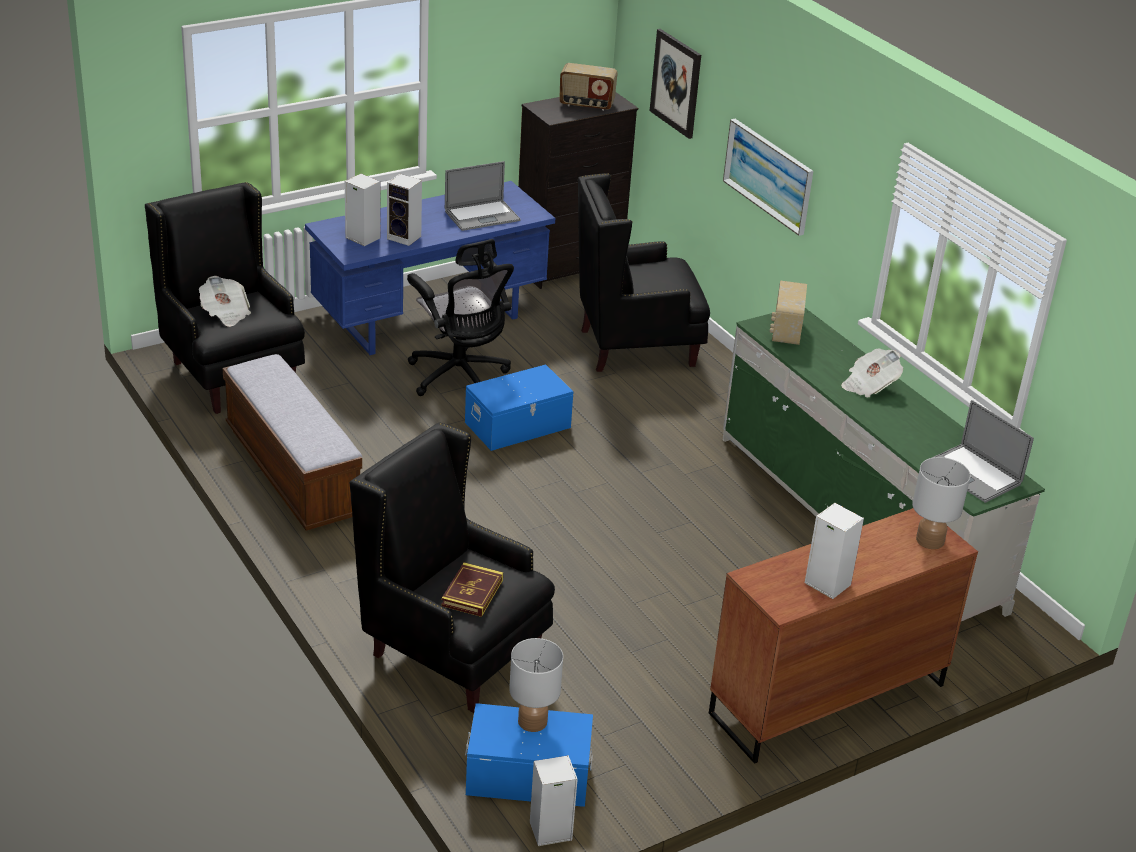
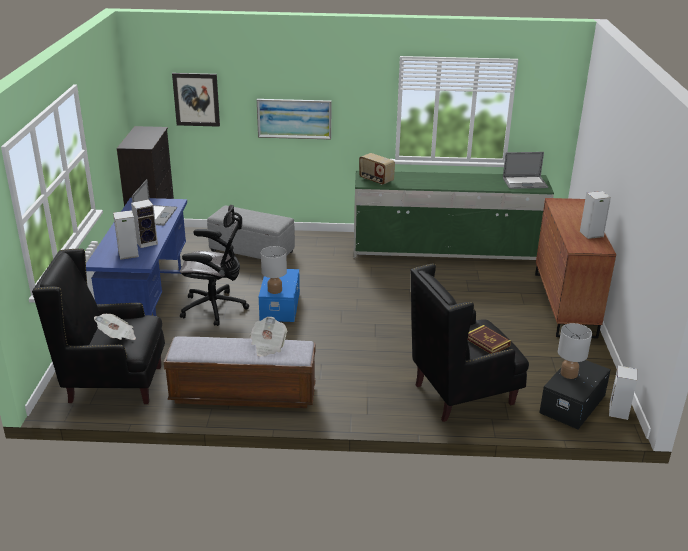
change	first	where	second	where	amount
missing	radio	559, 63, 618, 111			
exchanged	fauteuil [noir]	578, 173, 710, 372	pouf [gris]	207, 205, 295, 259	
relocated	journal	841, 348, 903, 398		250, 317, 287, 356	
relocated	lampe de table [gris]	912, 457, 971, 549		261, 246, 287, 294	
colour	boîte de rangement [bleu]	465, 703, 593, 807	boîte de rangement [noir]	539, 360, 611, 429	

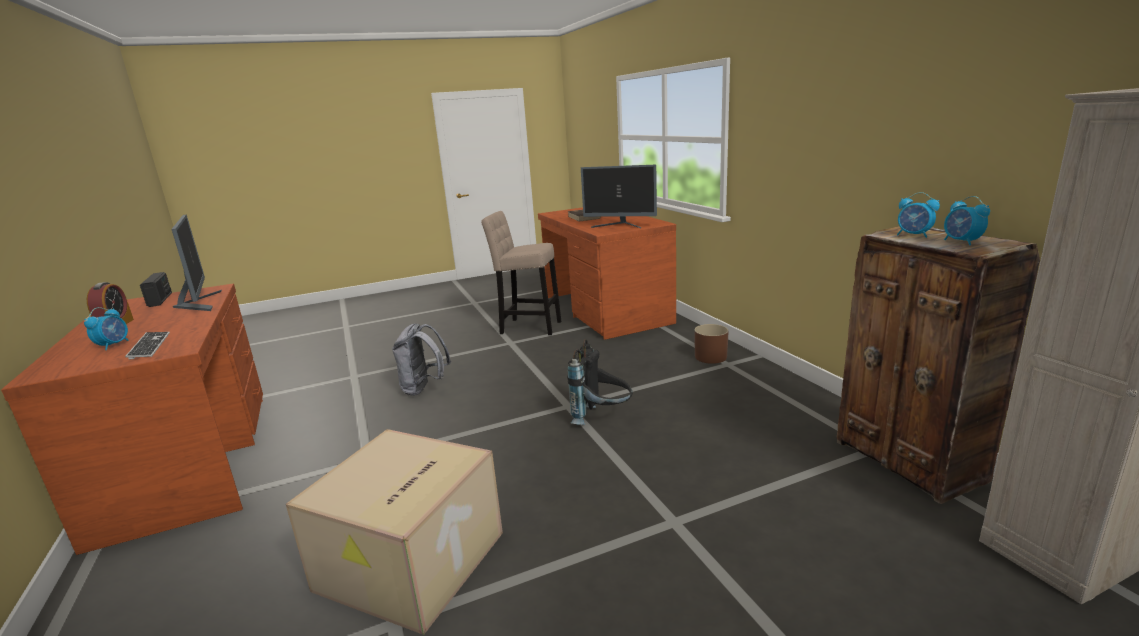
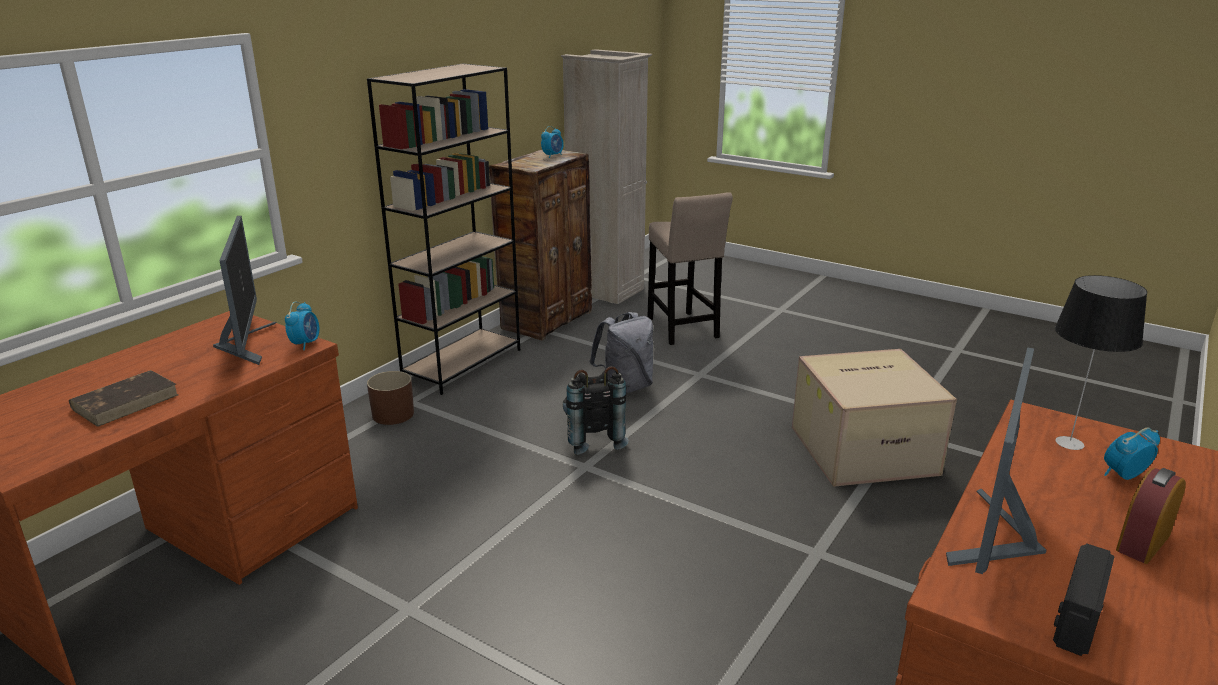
change	first	where	second	where	amount
relocated	réveil	897, 192, 940, 238		285, 302, 319, 350	
relocated	tabouret [beige]	481, 211, 561, 335		647, 192, 733, 345	
relocated	sac à dos [gris]	392, 323, 451, 396		589, 312, 653, 393	
exchanged	clavier	125, 332, 170, 359	lampe de table	1055, 275, 1147, 450	
appeared			bibliothèque [beige]	367, 64, 520, 395	

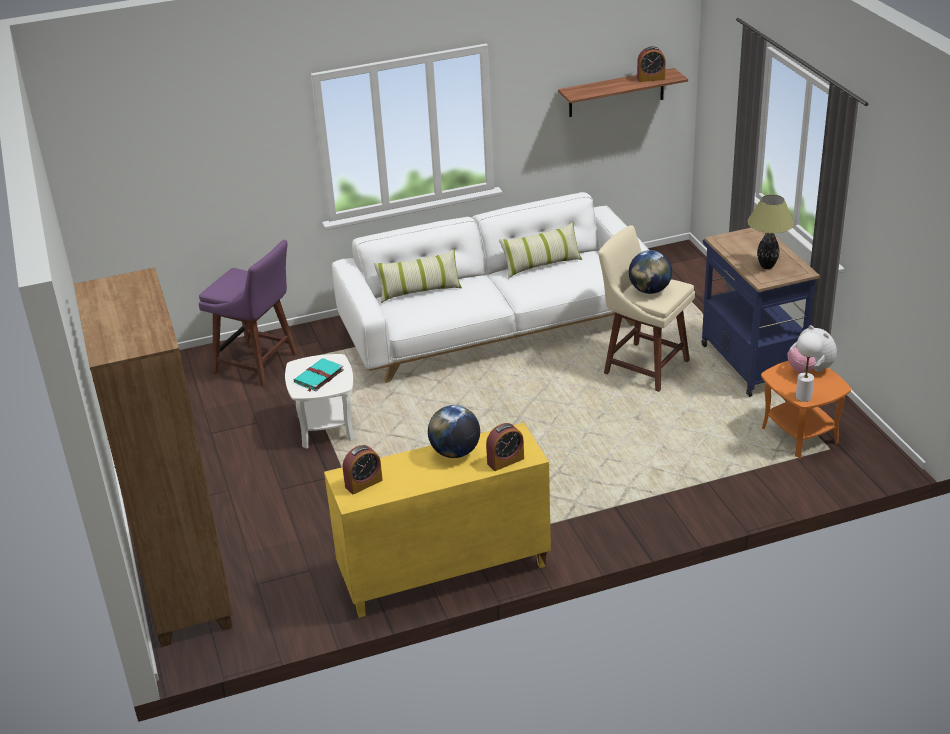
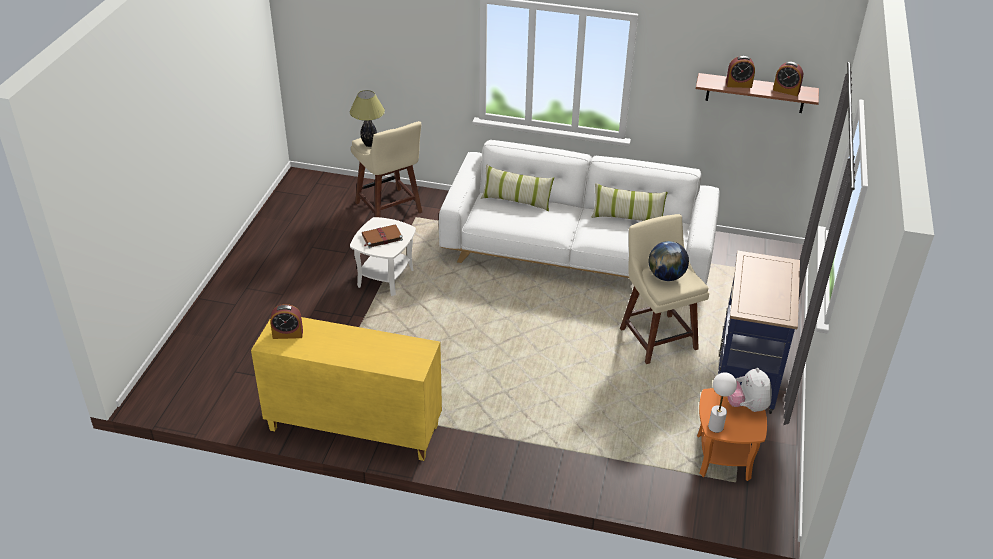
change	first	where	second	where	amount
relocated	lampe de table	747, 194, 795, 269		350, 90, 385, 147	
colour	tabouret [violet]	199, 240, 298, 387	tabouret [beige]	351, 121, 422, 217	
missing	bibliothèque [marron]	74, 268, 233, 647			
colour	livre [turquoise]	293, 358, 344, 392	livre [marron]	362, 224, 403, 248	
missing	globe	428, 405, 480, 458			
relocated	réveil	486, 423, 524, 471		726, 56, 755, 88	

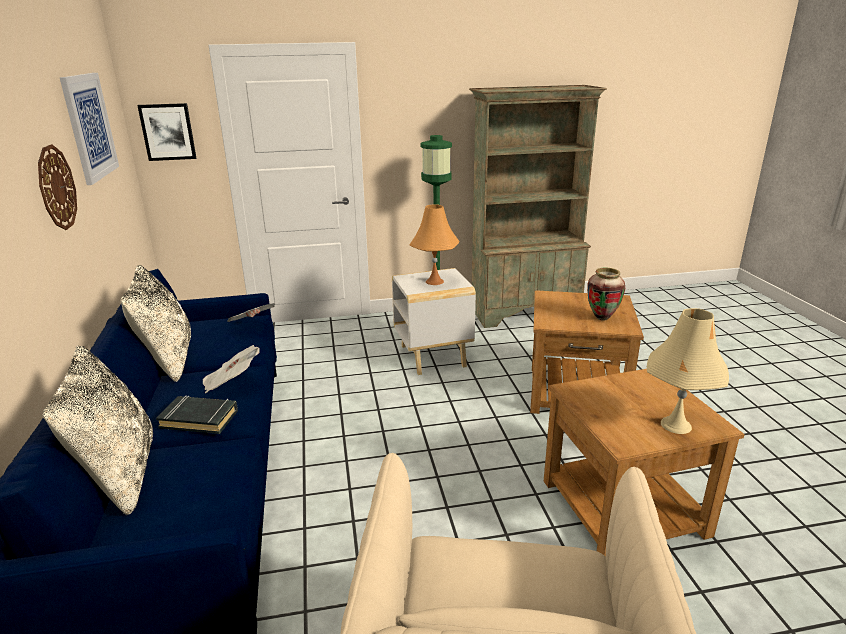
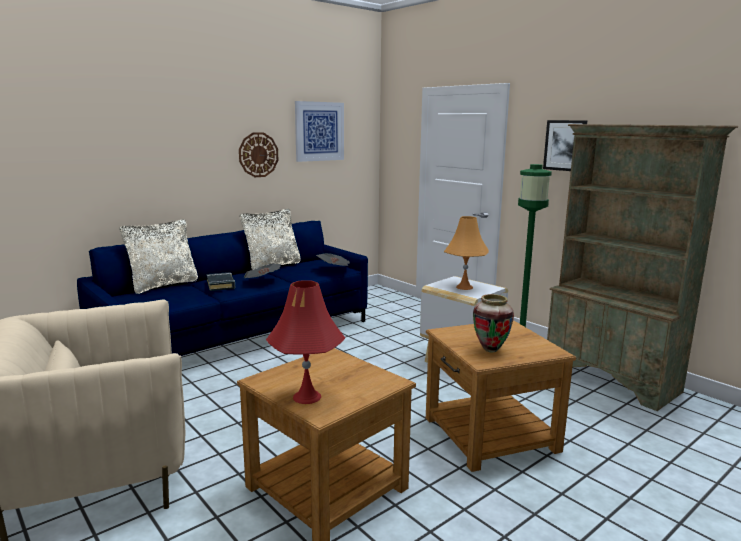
change	first	where	second	where	amount
relocated	tableau	137, 103, 196, 161		543, 120, 587, 171	
colour	lampe de table [beige]	647, 308, 729, 434	lampe de table [rouge]	266, 280, 345, 404	

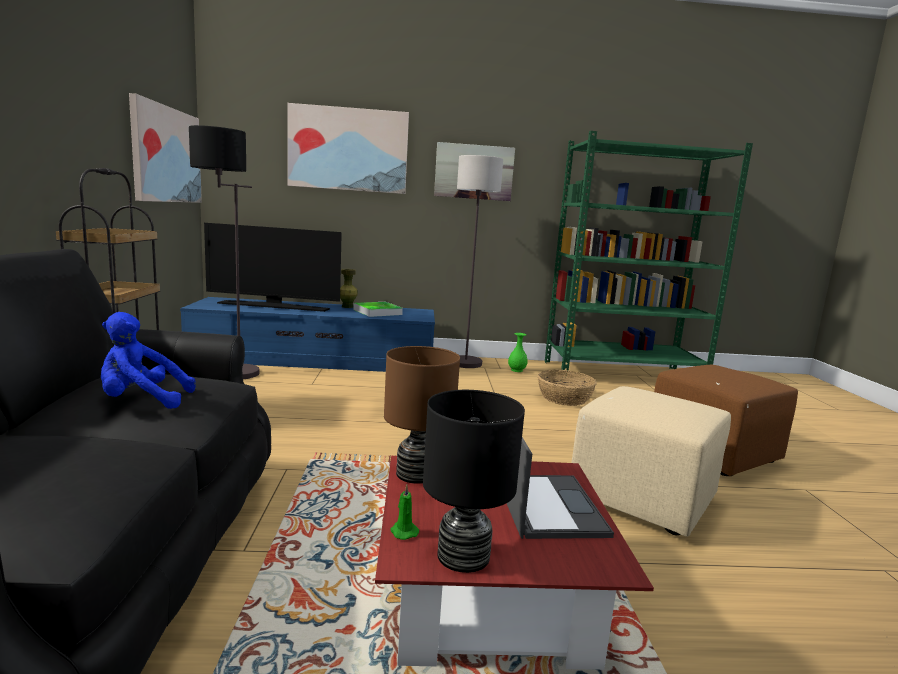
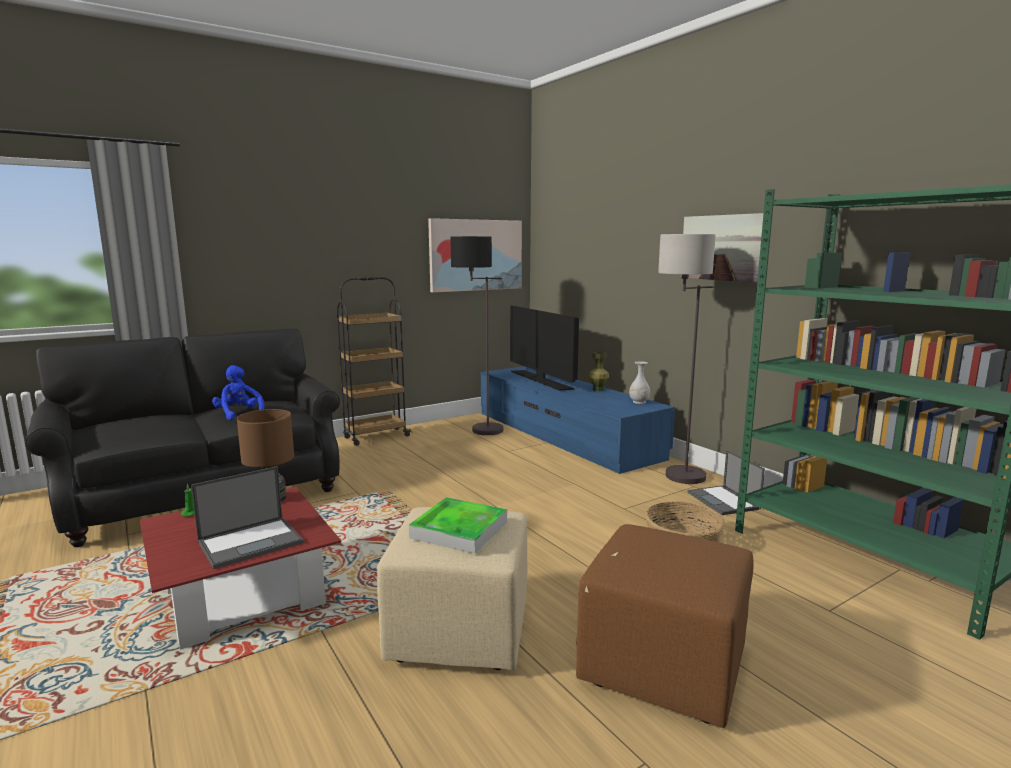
change	first	where	second	where	amount
missing	tableau	287, 103, 409, 194			
relocated	plateau	353, 302, 403, 317		409, 497, 507, 553	
exchanged	vase [vert]	508, 333, 528, 372	ordinateur portable	687, 450, 765, 515	
missing	lampe de table [noir]	423, 390, 525, 573			
appeared			vase [blanc]	629, 361, 650, 404	

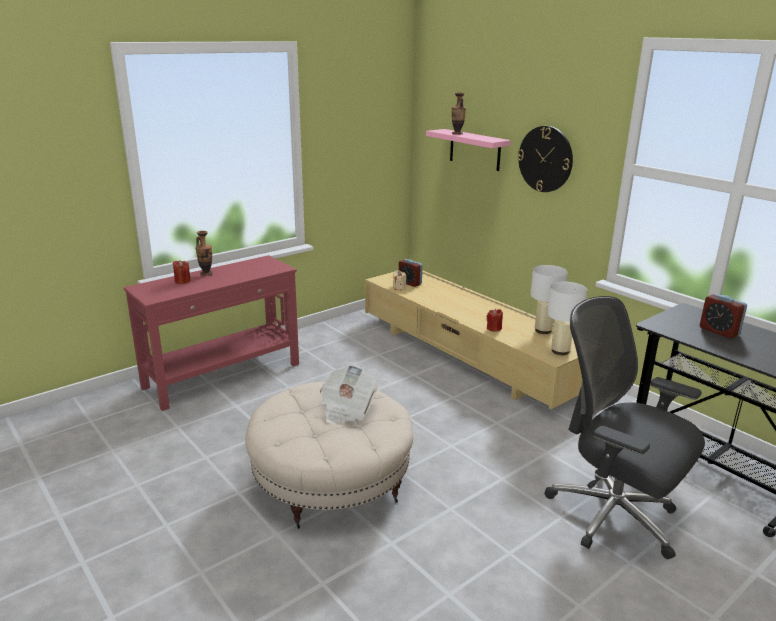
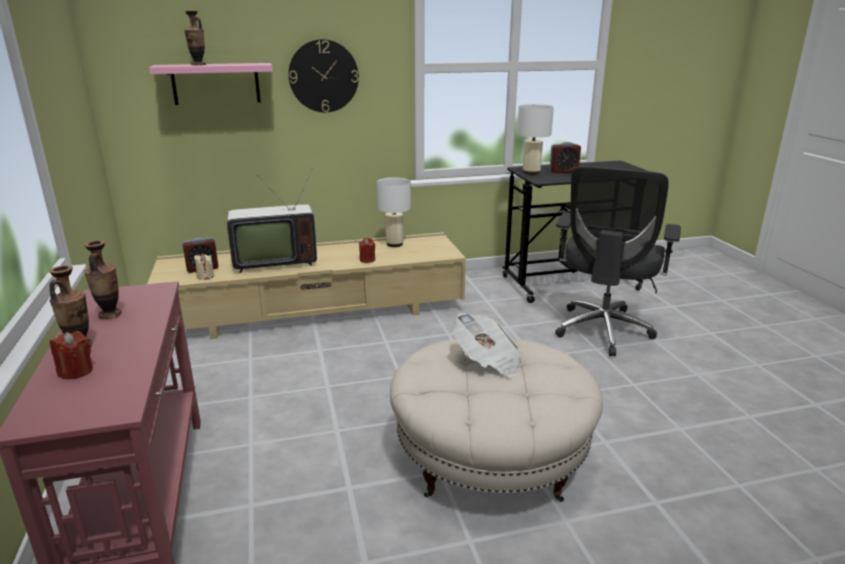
change	first	where	second	where	amount
relocated	lampe de table [blanc]	547, 281, 587, 355		517, 104, 554, 175	
spun	chaise de bureau	544, 296, 705, 559		555, 166, 681, 356	45 degrees counterclockwise
appeared			téléviseur	227, 168, 317, 273	
appeared			vase	84, 240, 122, 319	

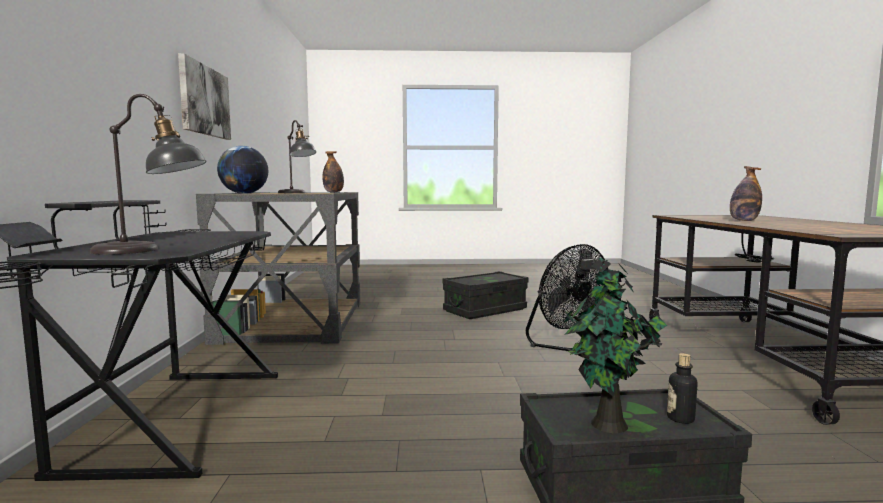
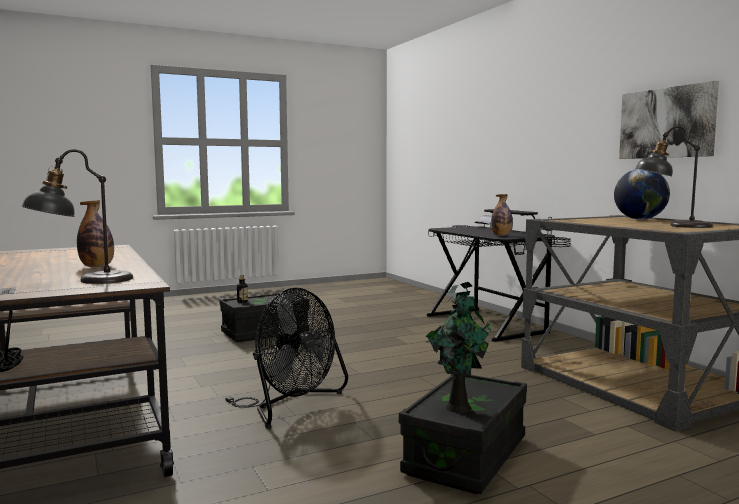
change	first	where	second	where	amount
relocated	lampe de table [gris]	90, 94, 206, 255		21, 149, 133, 284	
relocated	bouteille	322, 151, 344, 192		491, 194, 513, 236	
relocated	plante en pot	564, 258, 667, 433		425, 282, 493, 413	

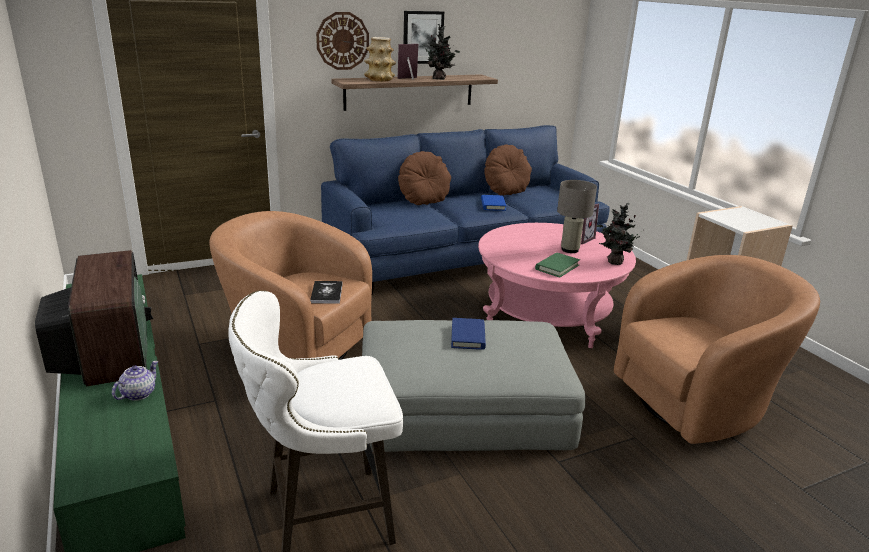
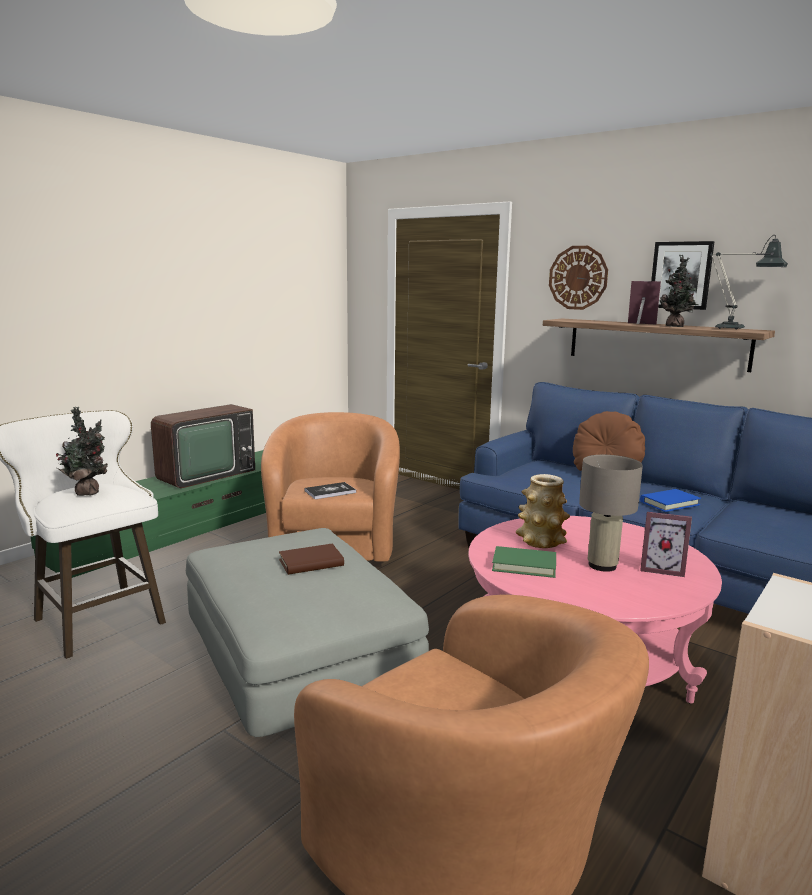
change	first	where	second	where	amount
relocated	vase	364, 37, 396, 82		516, 474, 570, 548	
missing	coussin [marron]	484, 144, 532, 195			
relocated	plante en pot	597, 203, 642, 265		56, 406, 108, 496	
colour	livre [bleu]	451, 318, 486, 350	livre [marron]	279, 544, 344, 575	
missing	théière	112, 361, 158, 401			
appeared			lampe de table	710, 235, 788, 330	

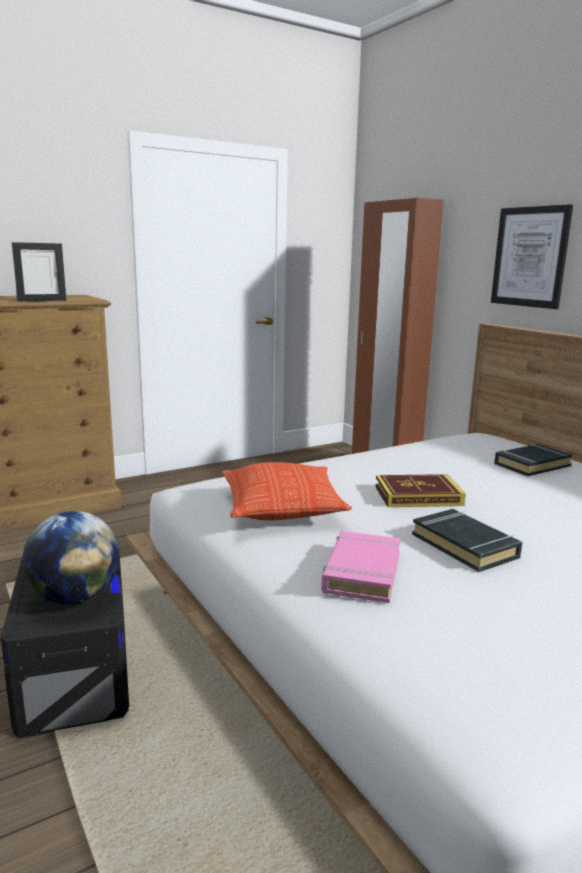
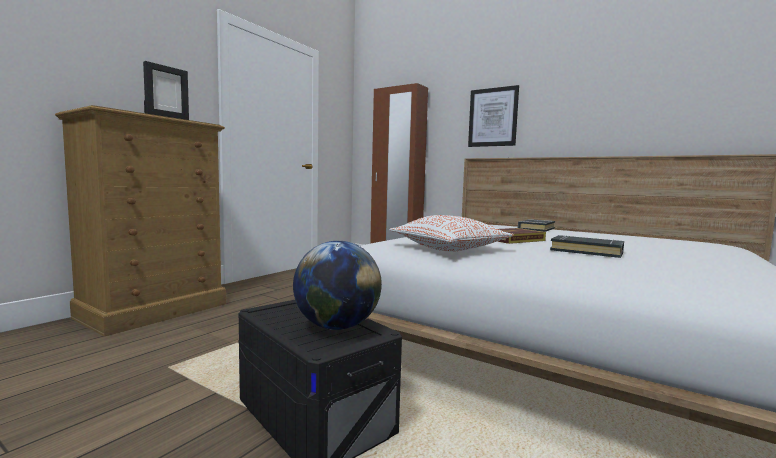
change	first	where	second	where	amount
colour	coussin [orange]	222, 462, 352, 520	coussin [blanc]	390, 215, 514, 251	
missing	livre [rose]	321, 531, 401, 603			

